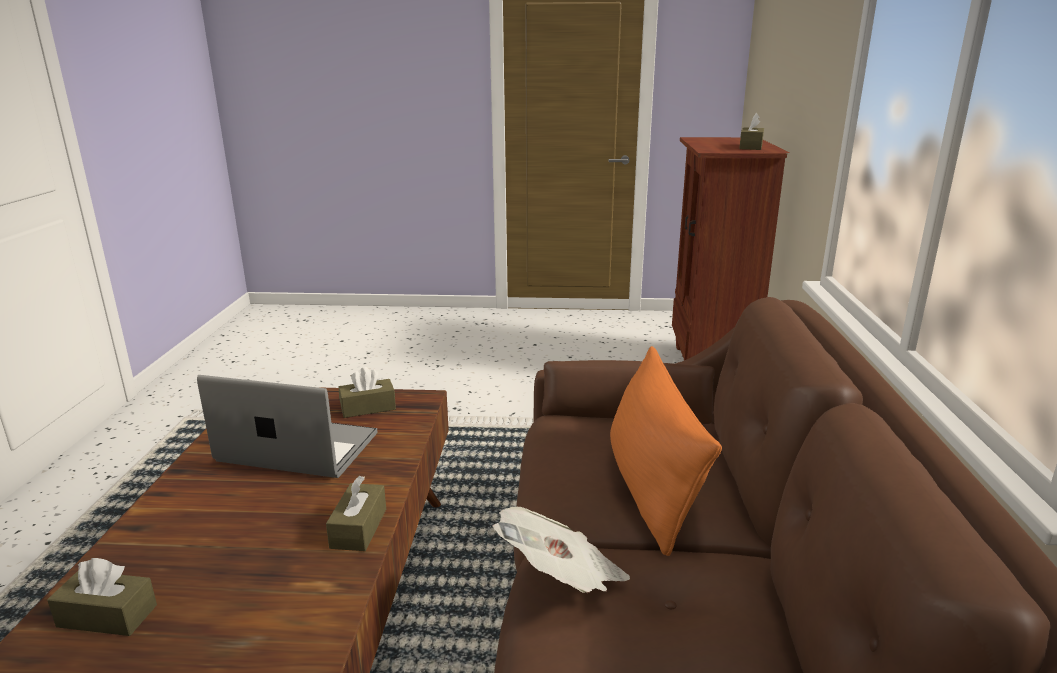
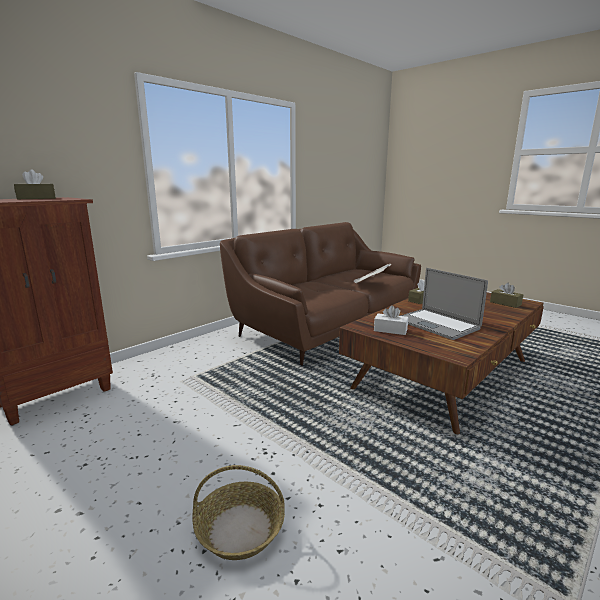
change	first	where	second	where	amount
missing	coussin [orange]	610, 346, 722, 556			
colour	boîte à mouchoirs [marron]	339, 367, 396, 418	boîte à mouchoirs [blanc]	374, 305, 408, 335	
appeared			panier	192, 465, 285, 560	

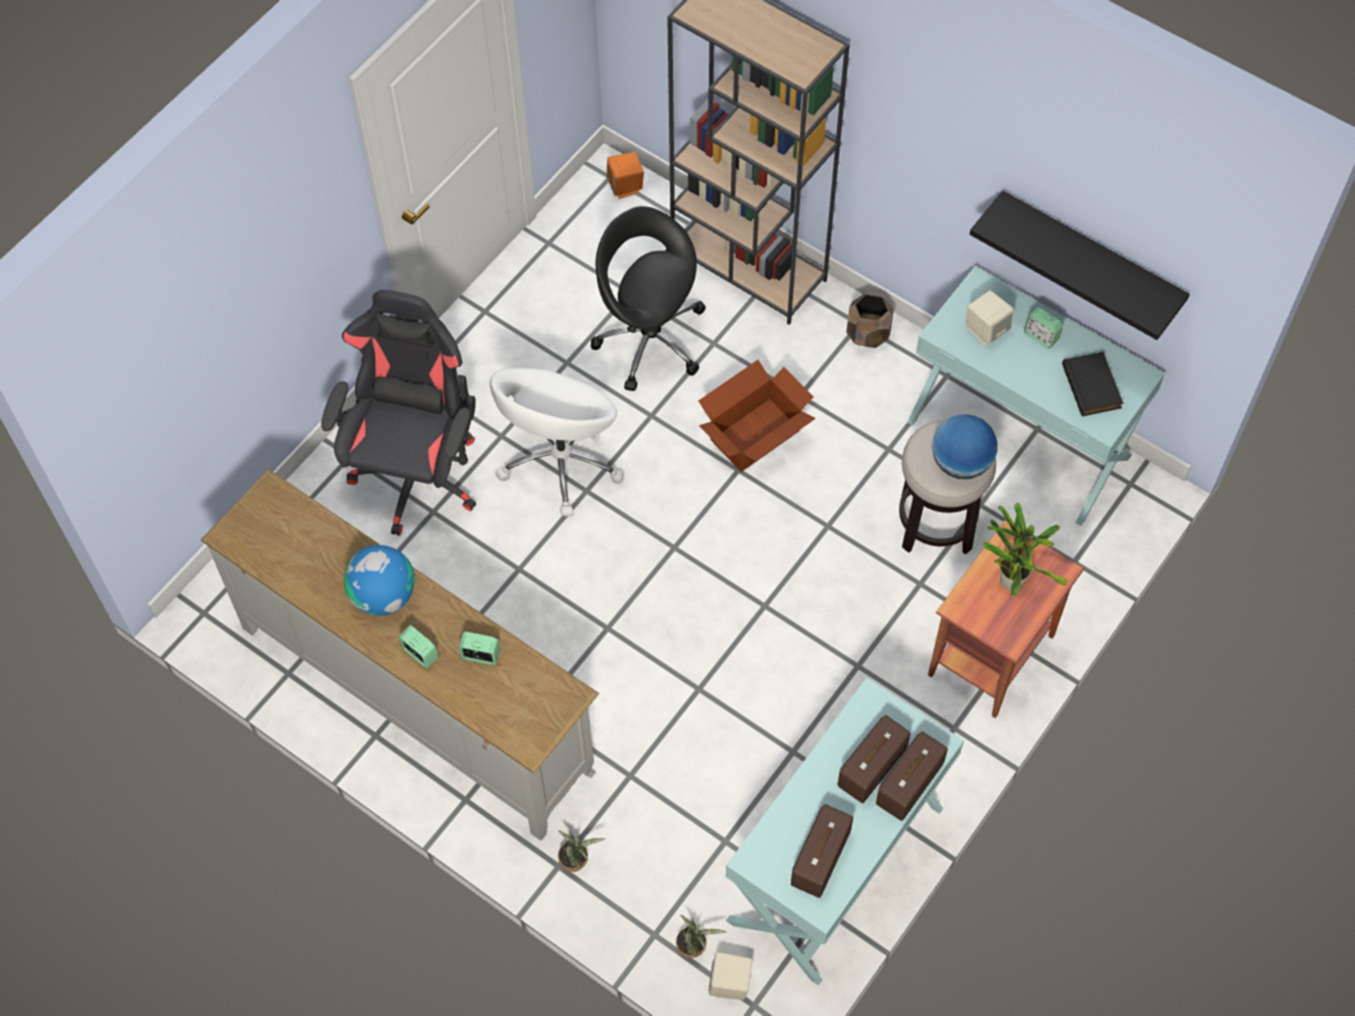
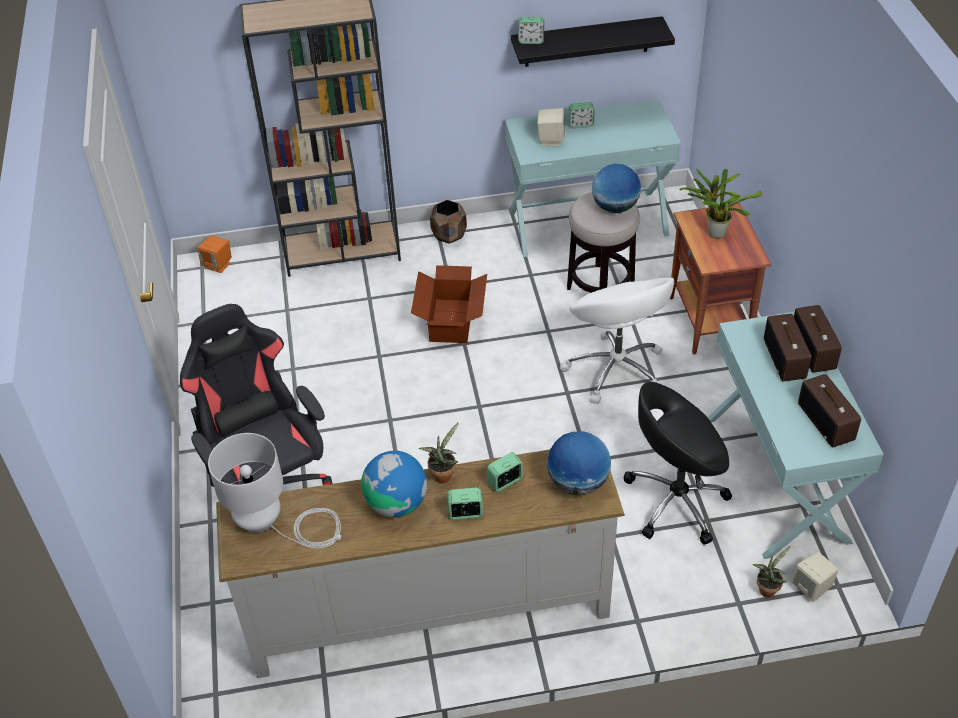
change	first	where	second	where	amount
relocated	chaise de bureau [noir]	591, 206, 706, 391		623, 382, 732, 545	
missing	livre [noir]	1062, 352, 1123, 417			
relocated	chaise de bureau [blanc]	490, 368, 624, 516		560, 278, 674, 404	
relocated	plante en pot	558, 831, 605, 872		419, 422, 459, 483	
appeared			réveil	518, 17, 544, 44	
appeared			globe	547, 431, 611, 495	
appeared			lampe de table [gris]	208, 433, 341, 549	

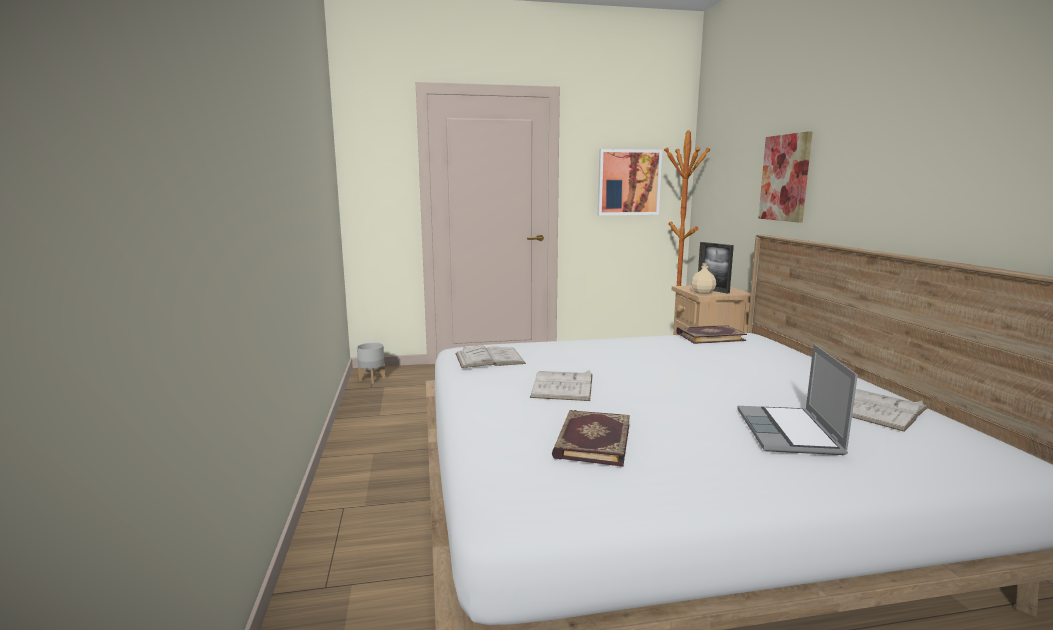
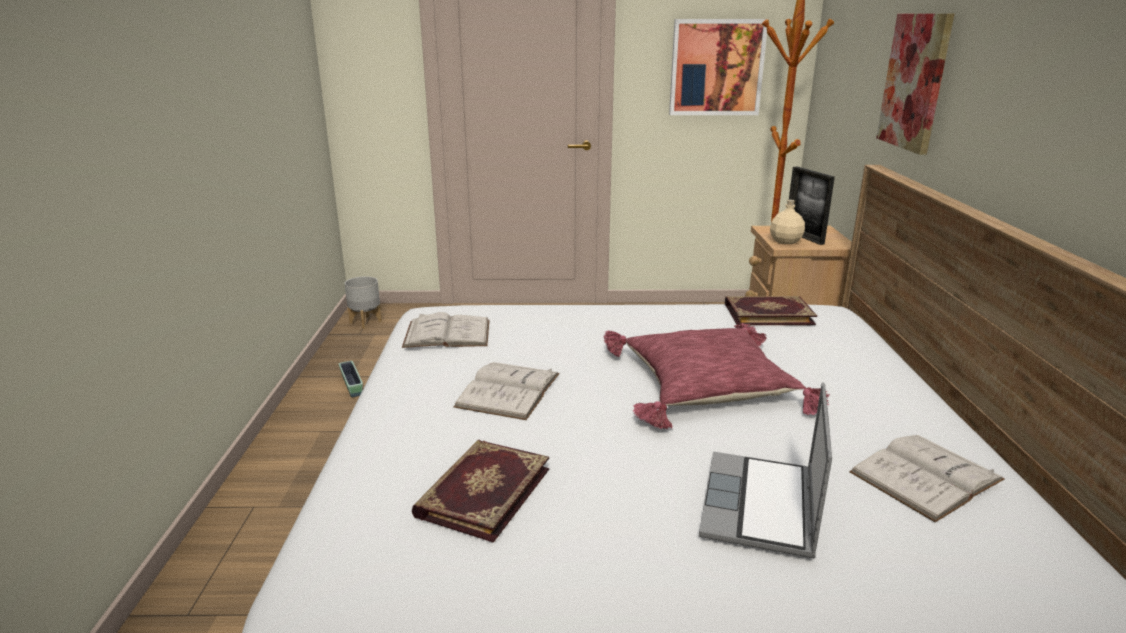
change	first	where	second	where	amount
appeared			coussin [rouge]	603, 323, 829, 429	
appeared			cache-pot	339, 361, 363, 397	

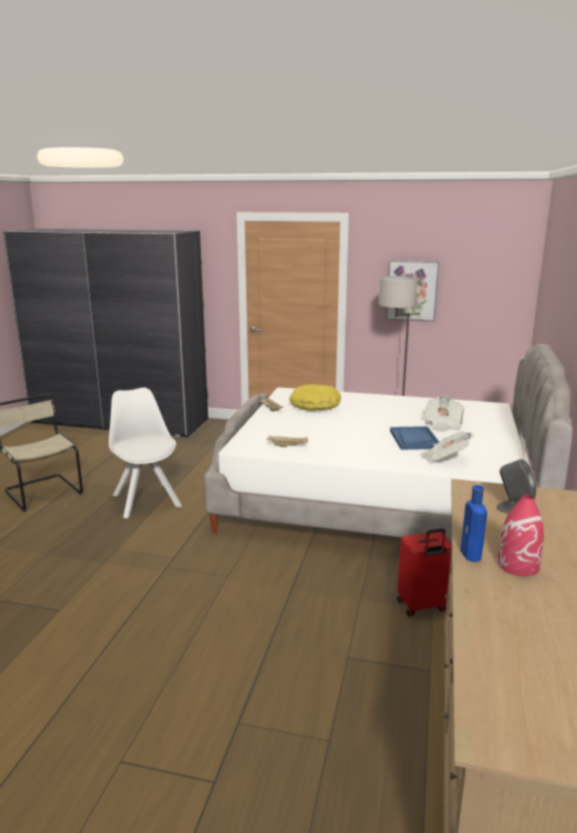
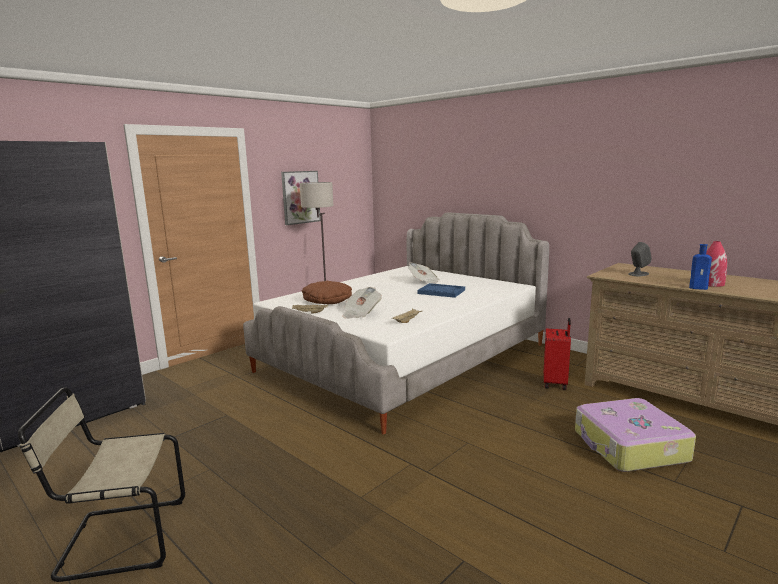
change	first	where	second	where	amount
colour	coussin [jaune]	289, 384, 341, 411	coussin [marron]	302, 281, 352, 304	
missing	chaise [blanc]	109, 387, 182, 518			
relocated	journal	420, 432, 473, 463		342, 287, 382, 319	
appeared			valise	575, 398, 696, 472	

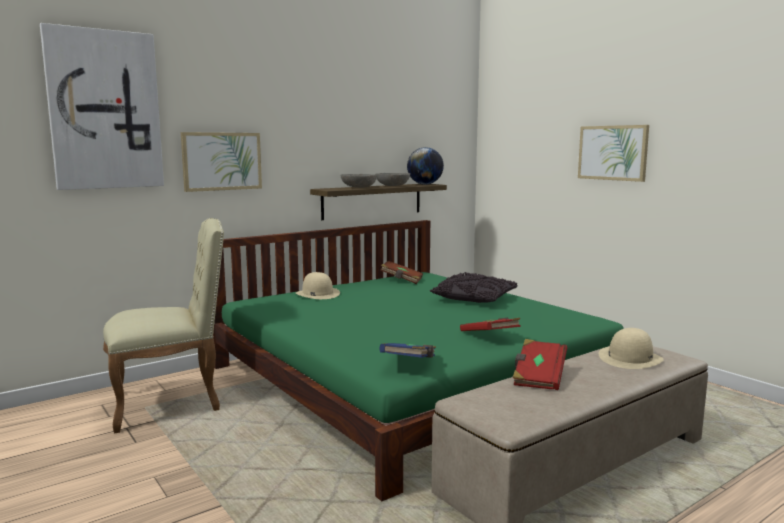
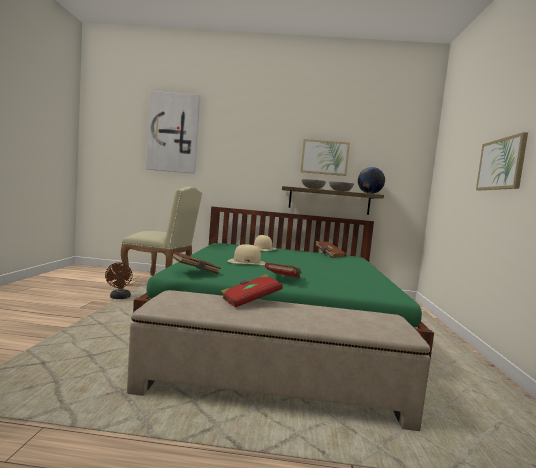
change	first	where	second	where	amount
relocated	tableau	181, 132, 262, 192		301, 139, 350, 176	
missing	coussin [noir]	430, 272, 518, 303			
relocated	chapeau [beige]	599, 328, 664, 369		228, 244, 265, 265	
colour	livre [bleu]	380, 343, 436, 358	livre [marron]	171, 251, 221, 274	
appeared			ventilateur [marron]	105, 263, 132, 299	

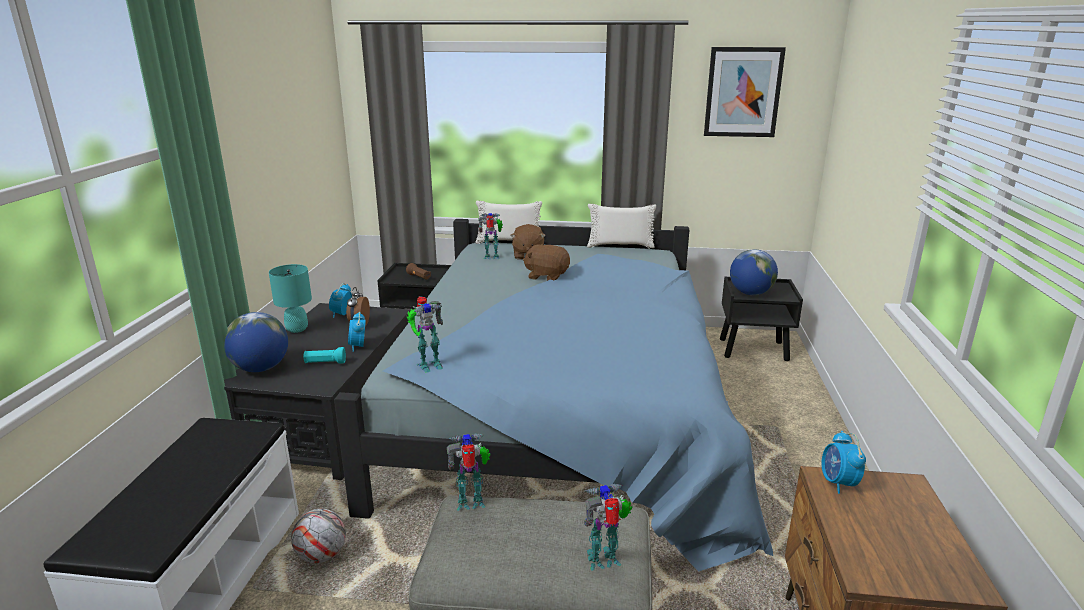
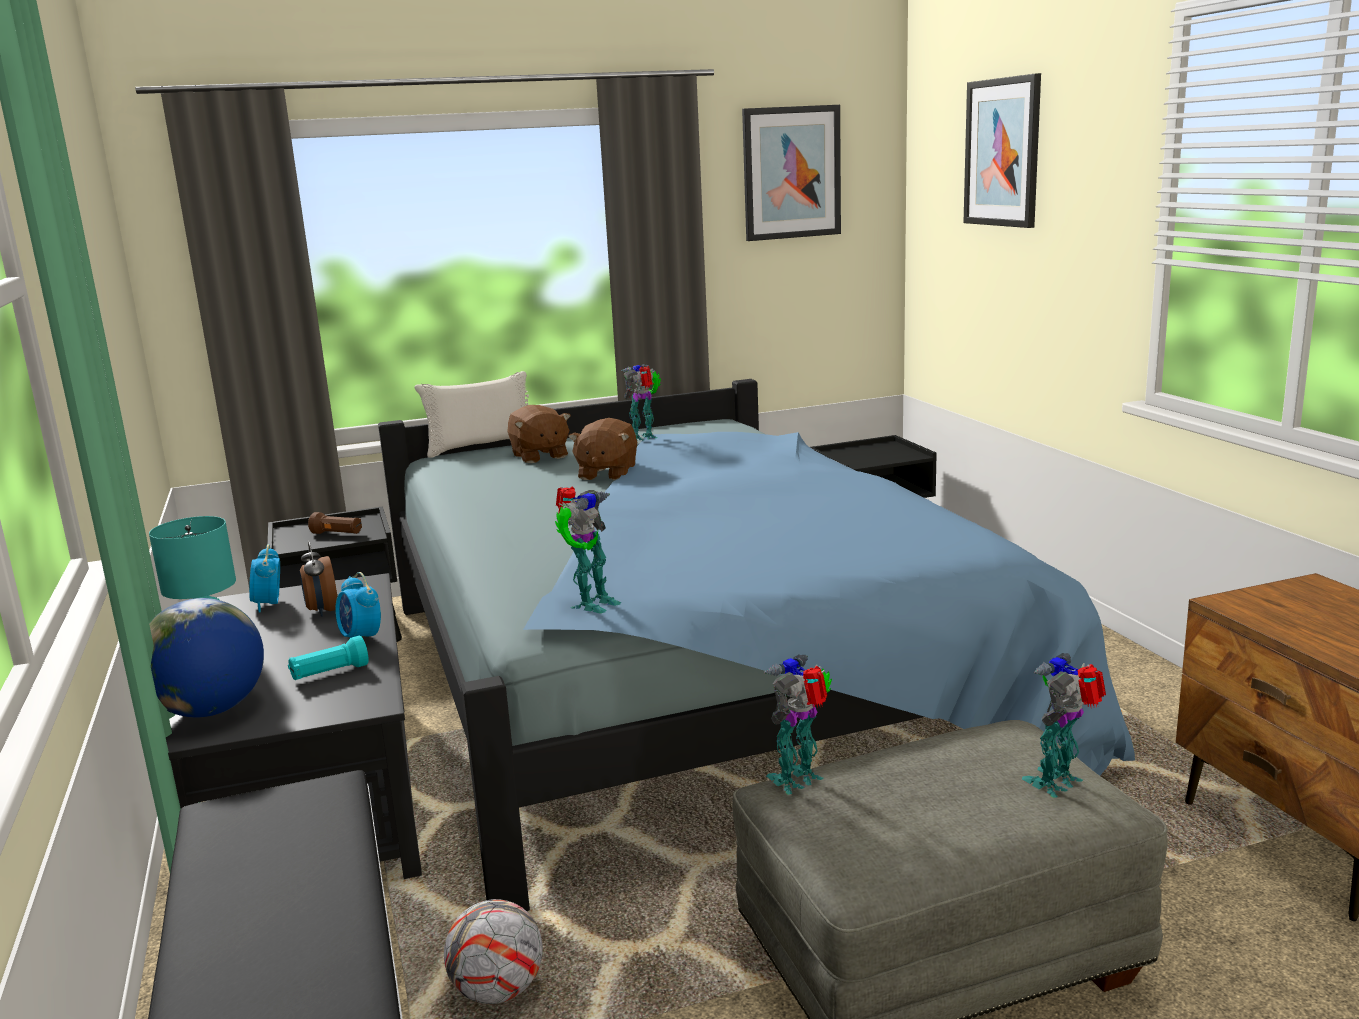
change	first	where	second	where	amount
missing	coussin [blanc]	587, 204, 656, 249			
relocated	robot jouet	478, 213, 503, 259		621, 364, 661, 441	
spun	peluche [marron]	523, 244, 570, 281		568, 418, 637, 480	75 degrees counterclockwise
missing	globe	730, 249, 778, 295			
missing	réveil	821, 431, 866, 494			
appeared			tableau	963, 73, 1041, 228	

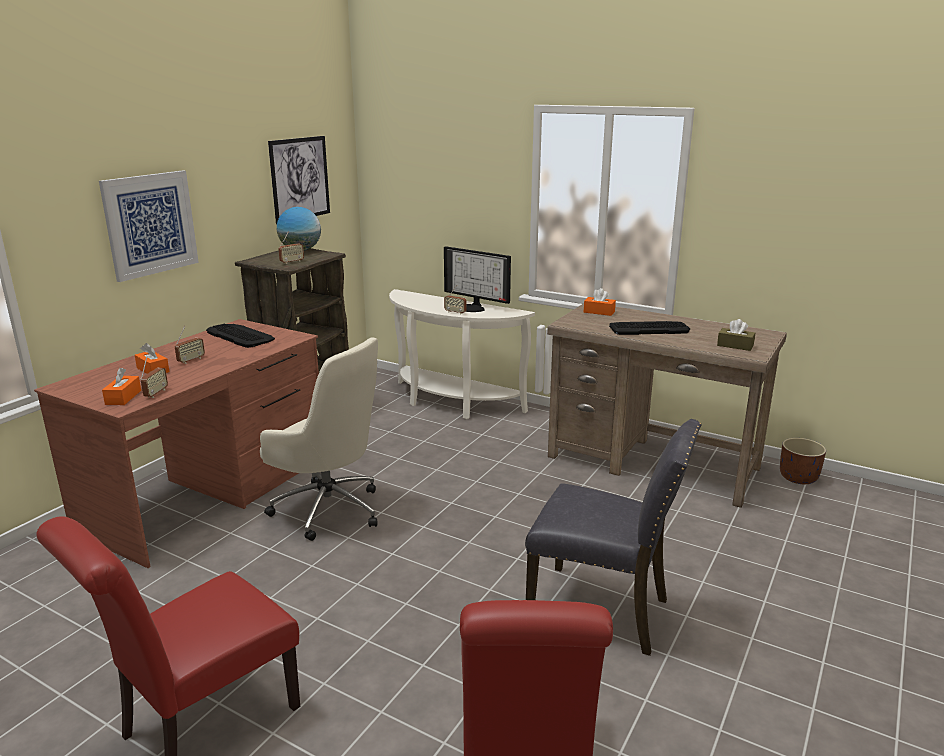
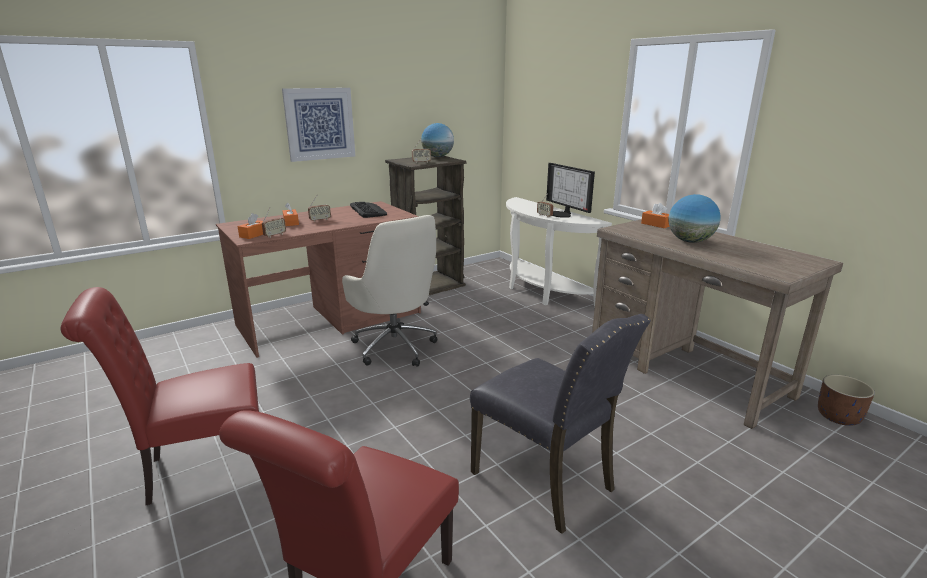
change	first	where	second	where	amount
missing	tableau	268, 136, 330, 224			
missing	boîte à mouchoirs [marron]	717, 319, 755, 351			
exchanged	clavier	609, 321, 690, 335	globe	668, 194, 721, 243	

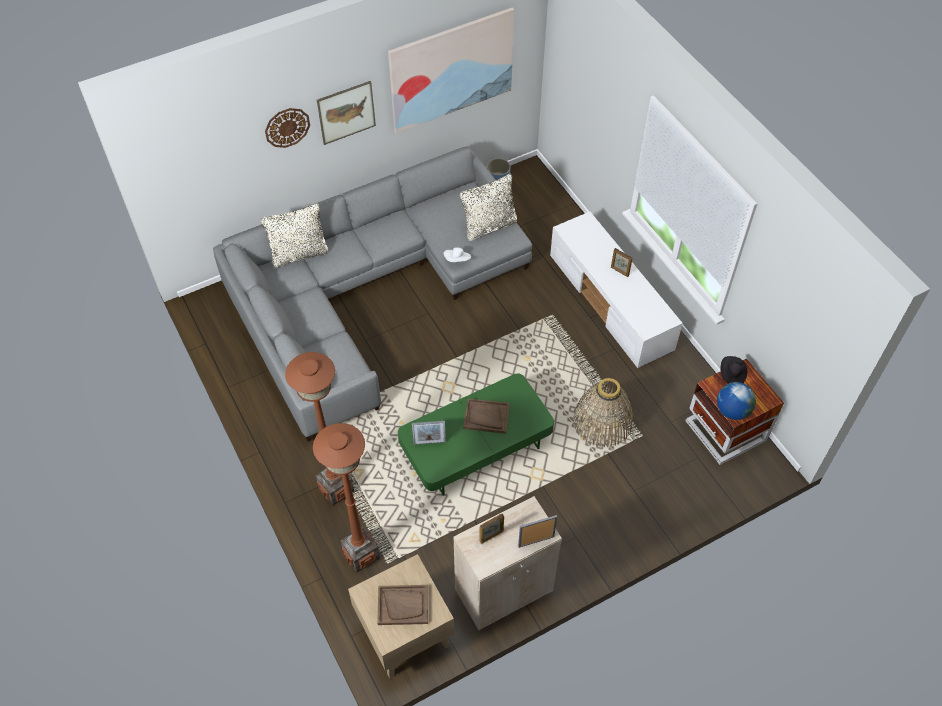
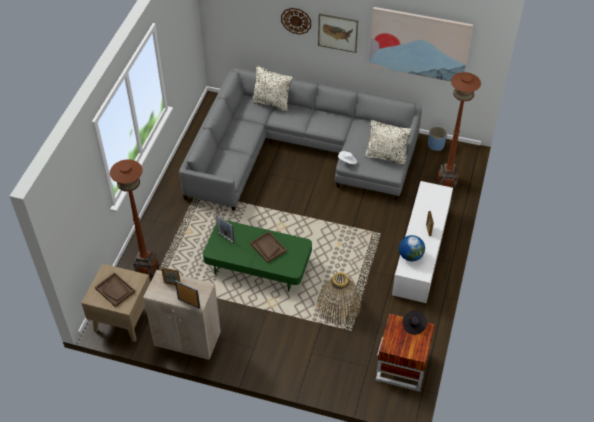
change	first	where	second	where	amount
relocated	lampadaire [marron]	285, 352, 354, 506		438, 72, 481, 189	
relocated	globe	717, 382, 756, 420		399, 235, 425, 261	

